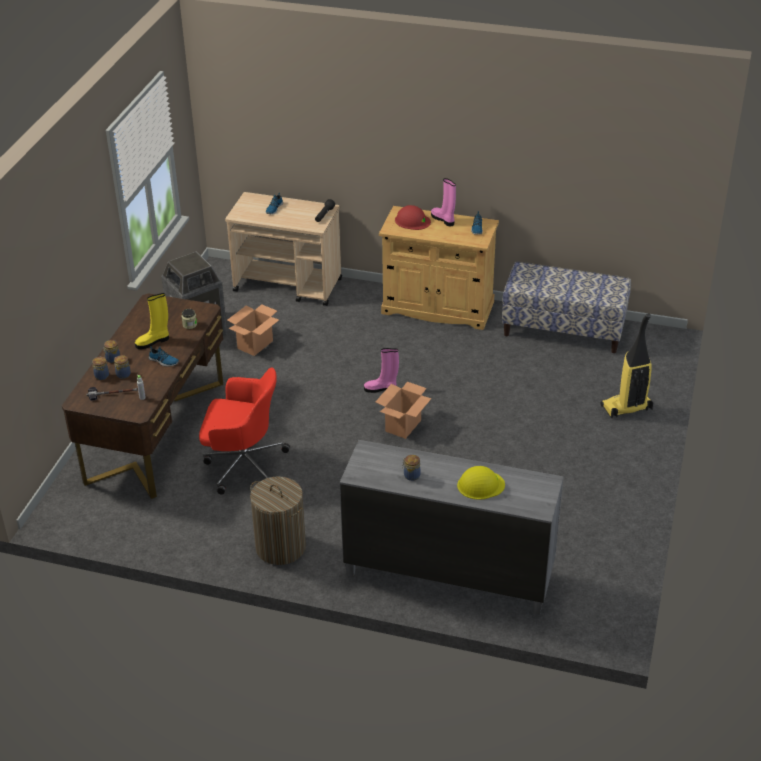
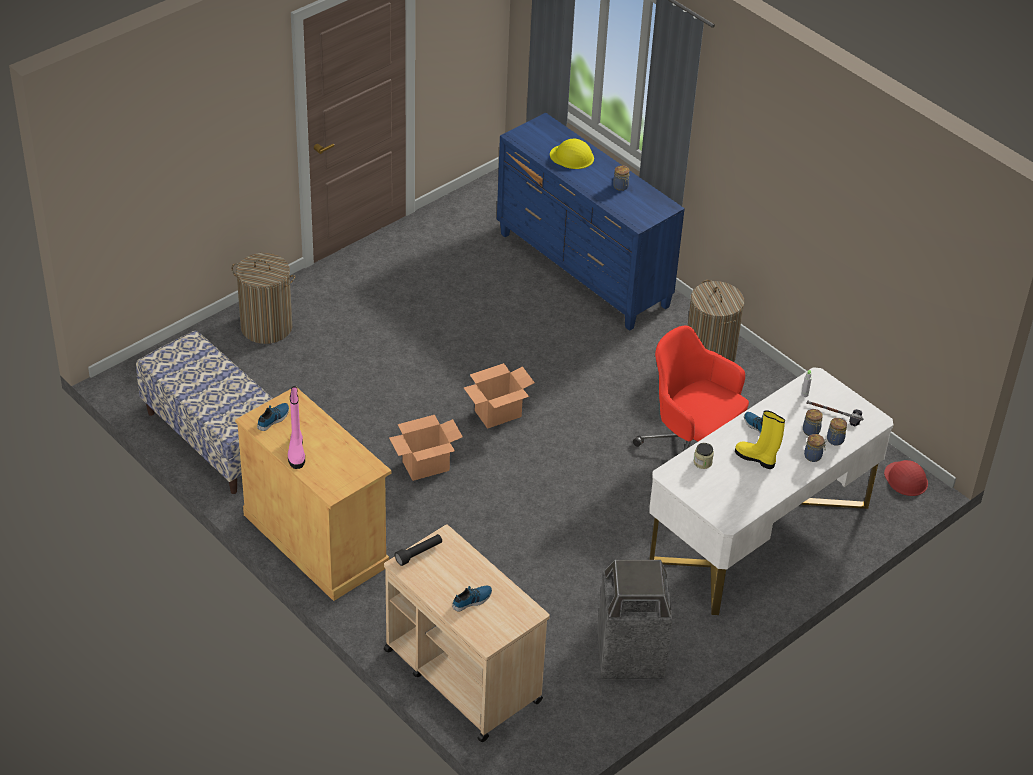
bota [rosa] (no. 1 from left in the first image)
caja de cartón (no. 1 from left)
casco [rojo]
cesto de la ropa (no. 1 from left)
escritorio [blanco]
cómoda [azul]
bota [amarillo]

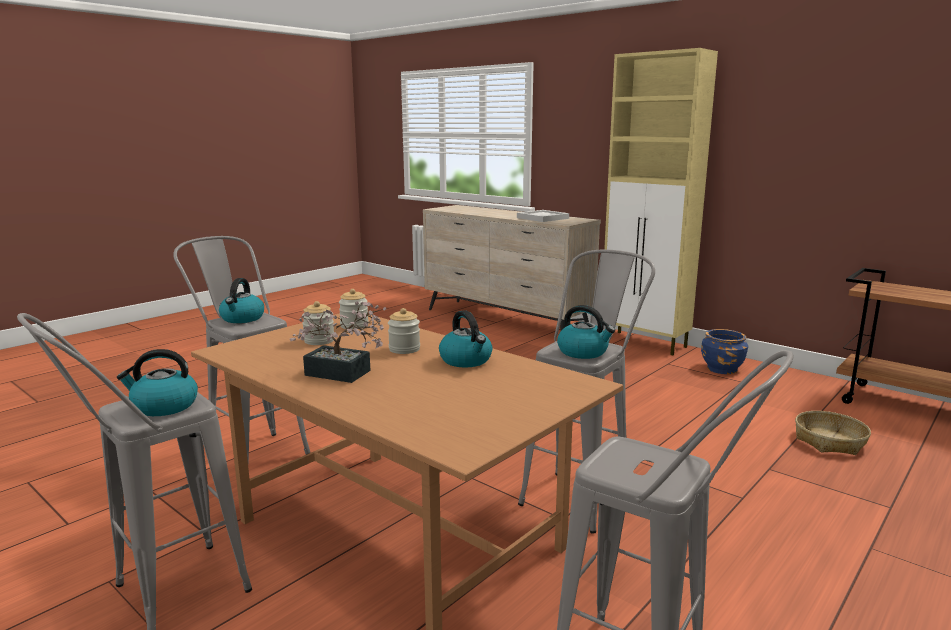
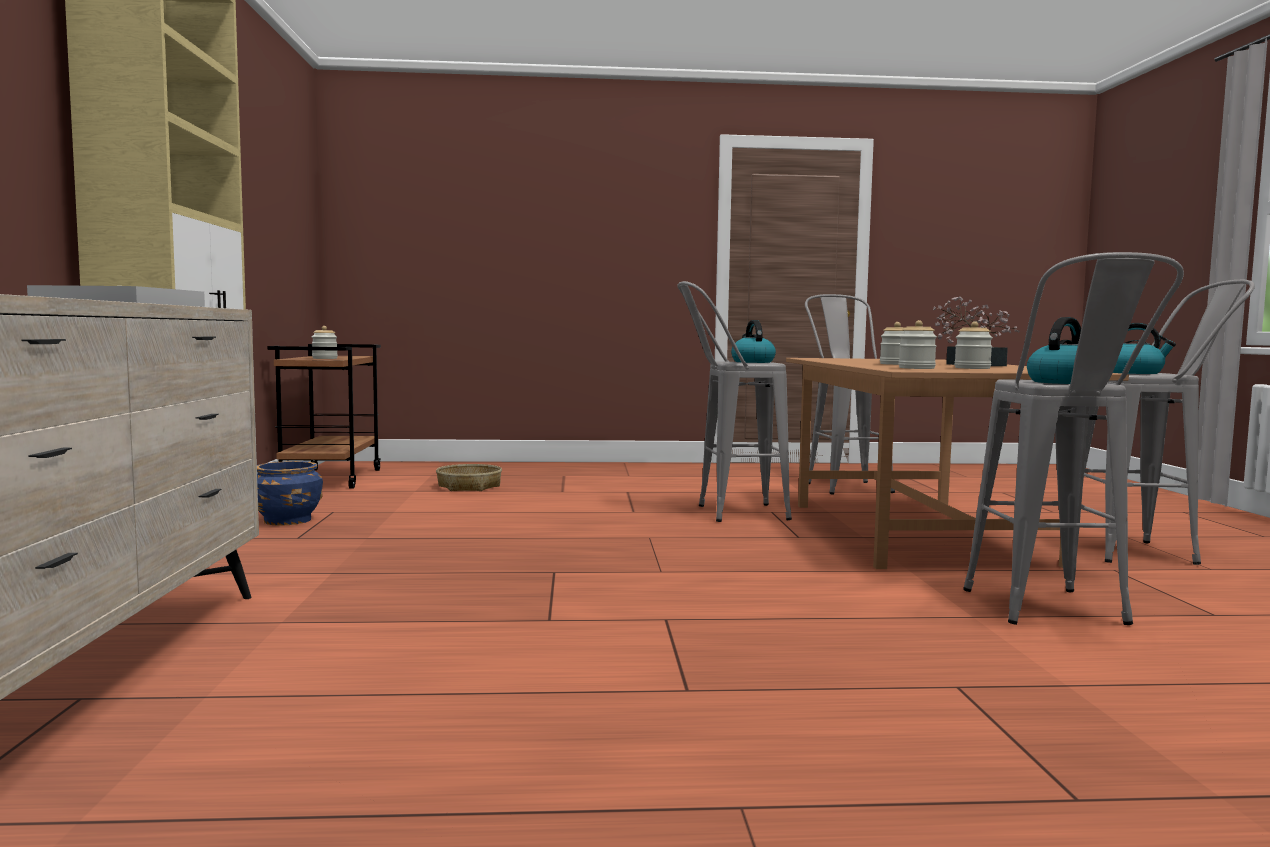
hervidor (no. 3 from left in the first image)
tarro (no. 1 from left)

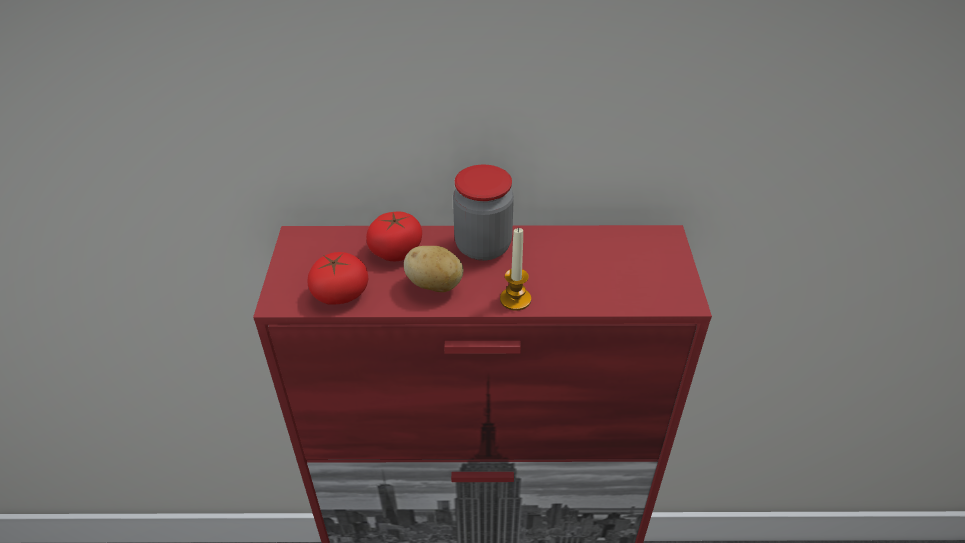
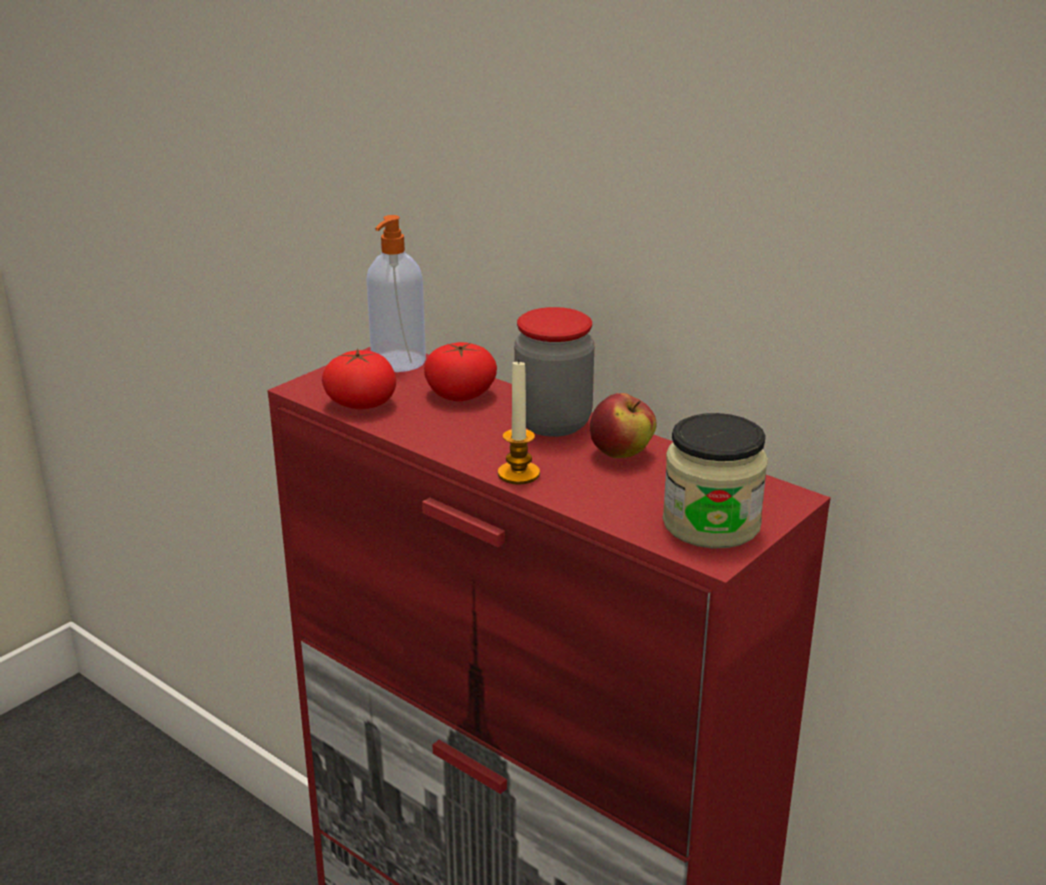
patata
dispensador de jabón
manzana
tarro (no. 2 from left)

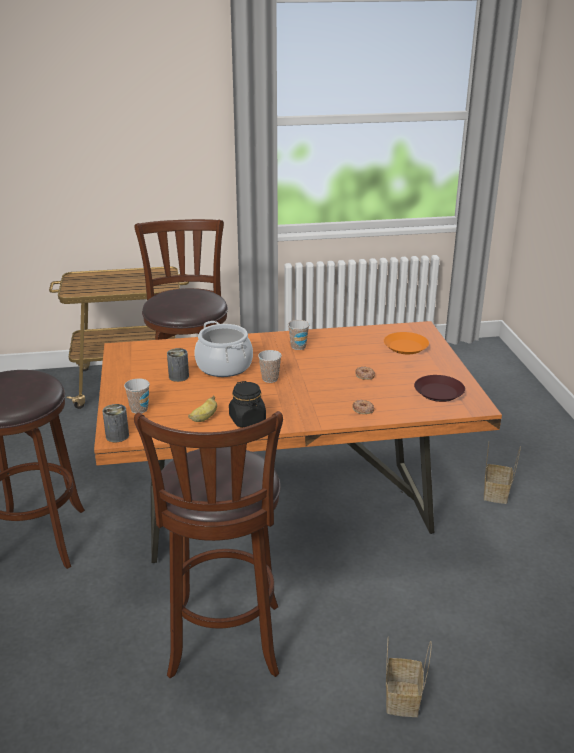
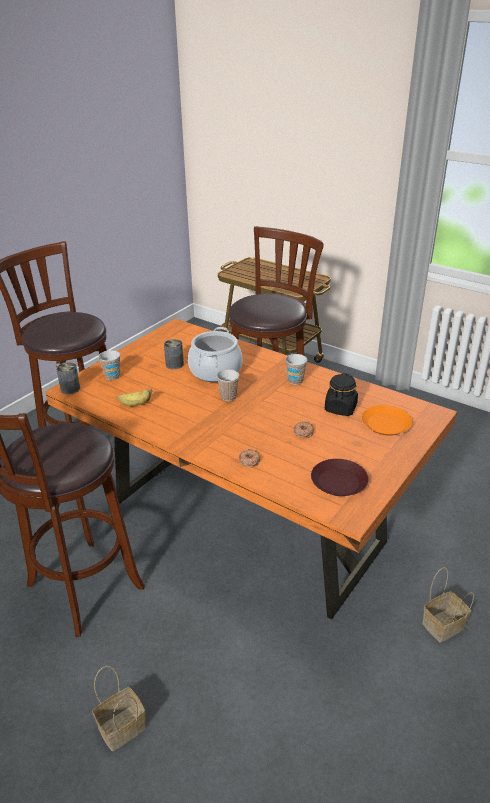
tarro [negro]

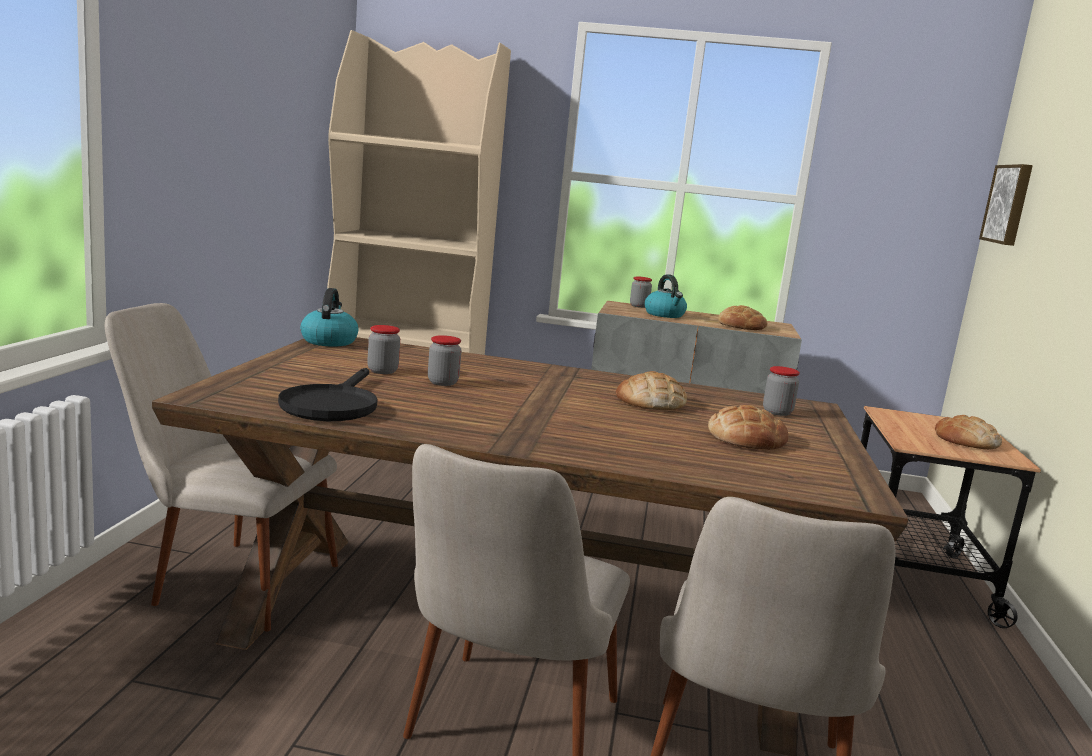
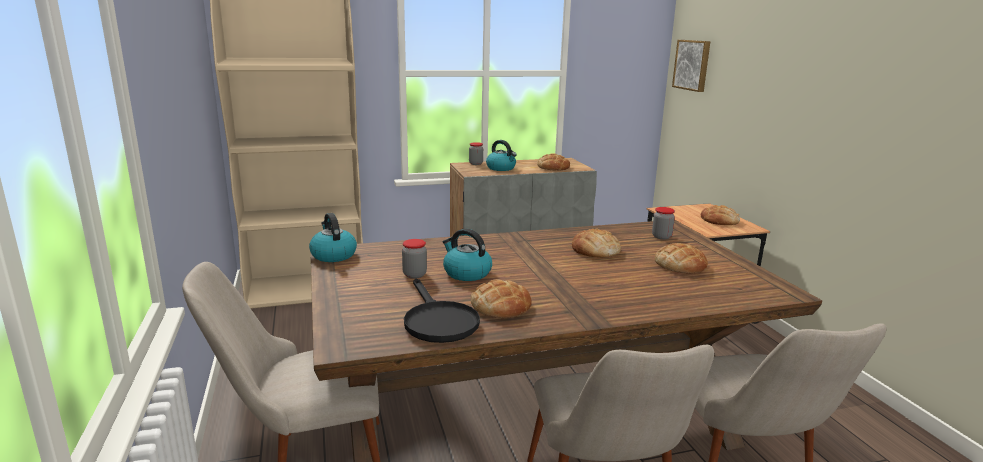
pan (no. 1 from left)
hervidor (no. 2 from left)

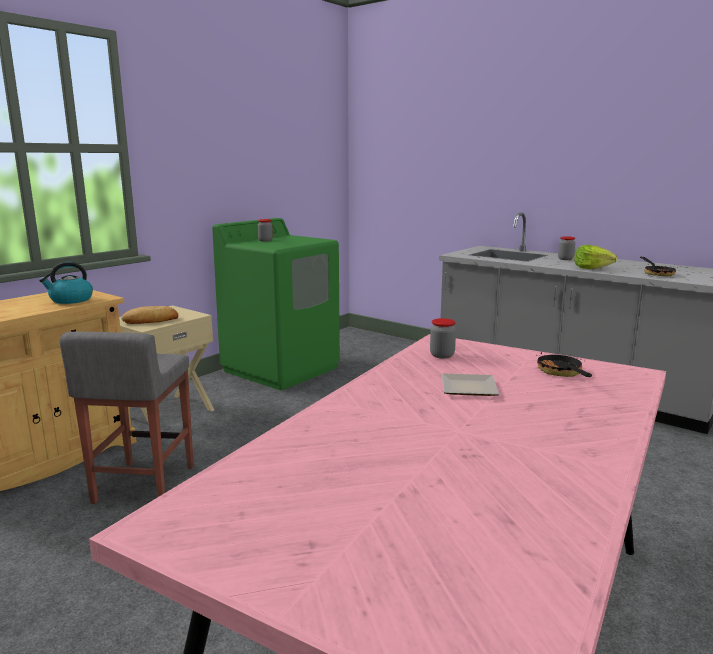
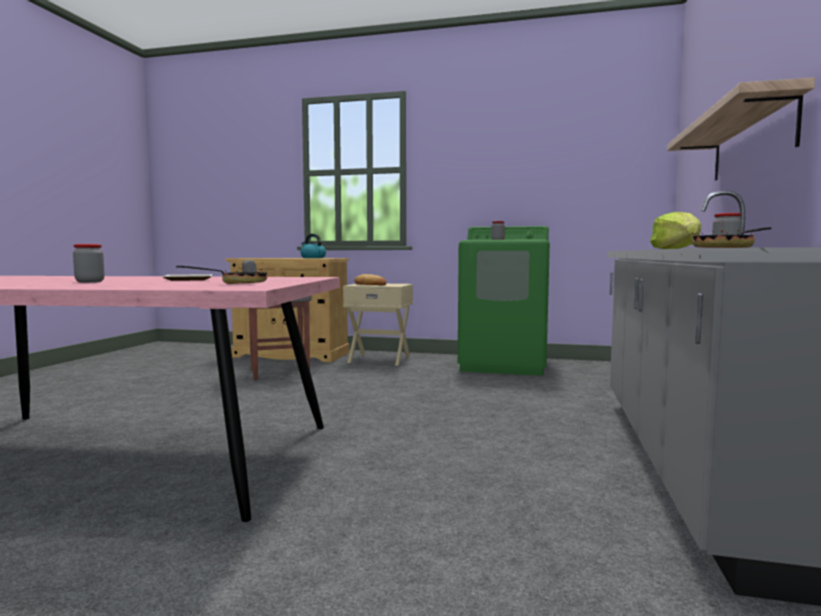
estante
tarro (no. 1 from left)

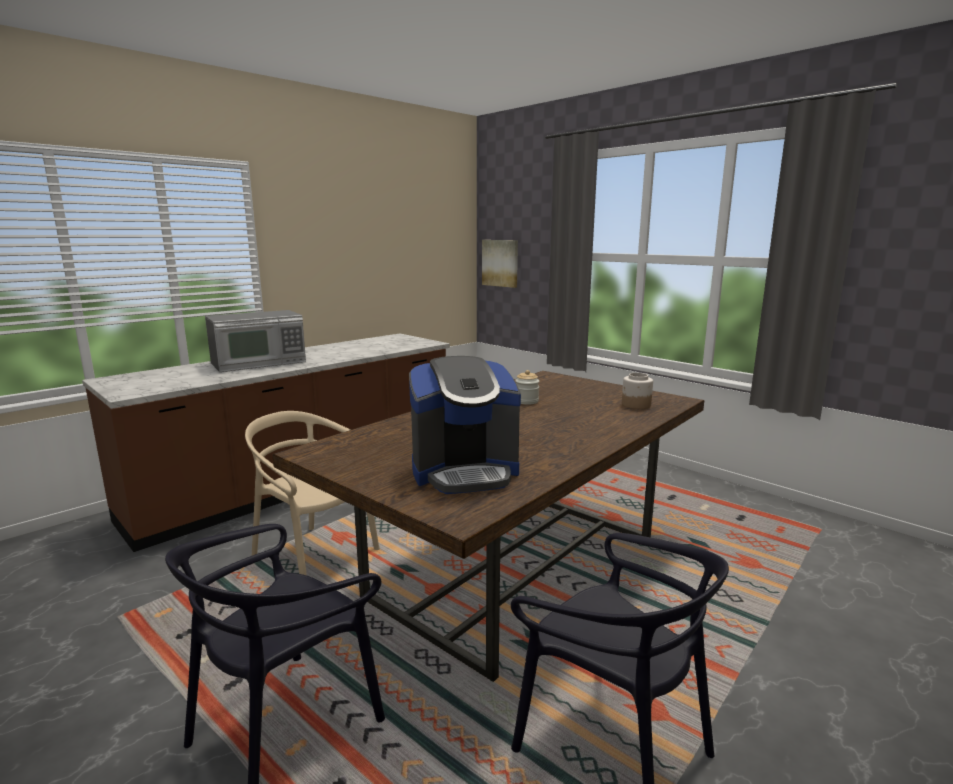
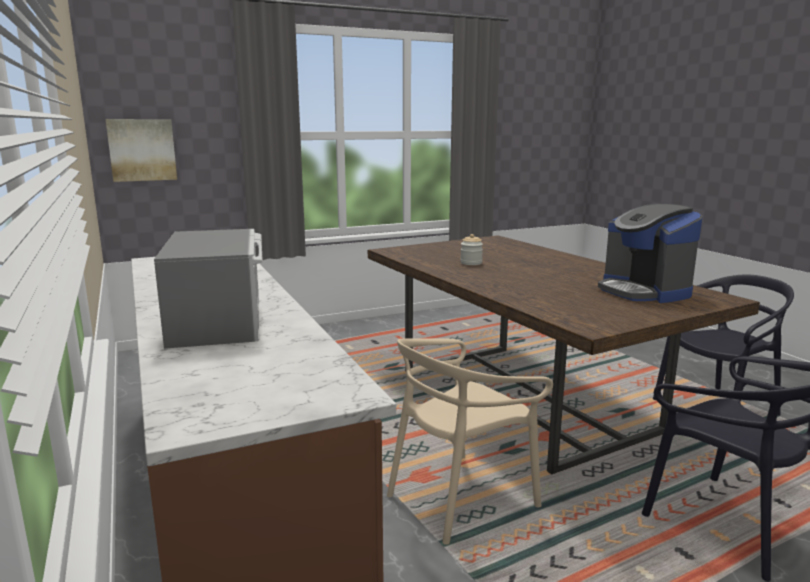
tarro (no. 2 from left in the first image)
cafetera

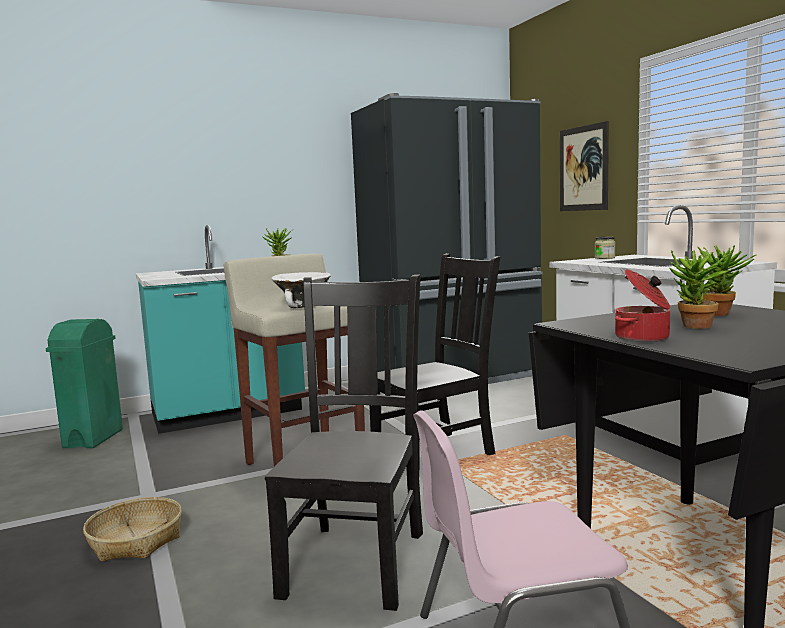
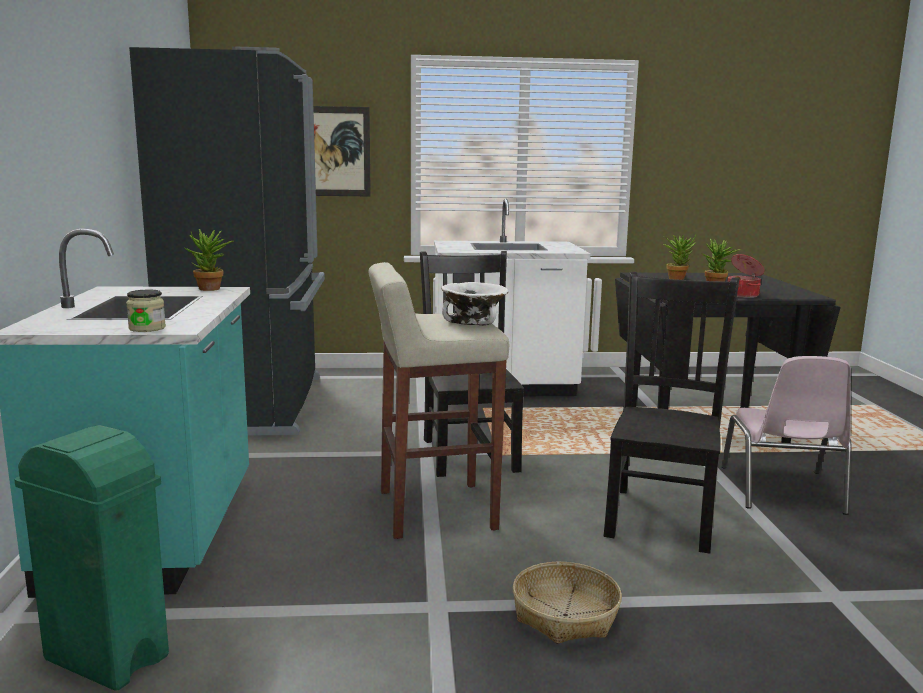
tarro
silla [negro] (no. 2 from left)

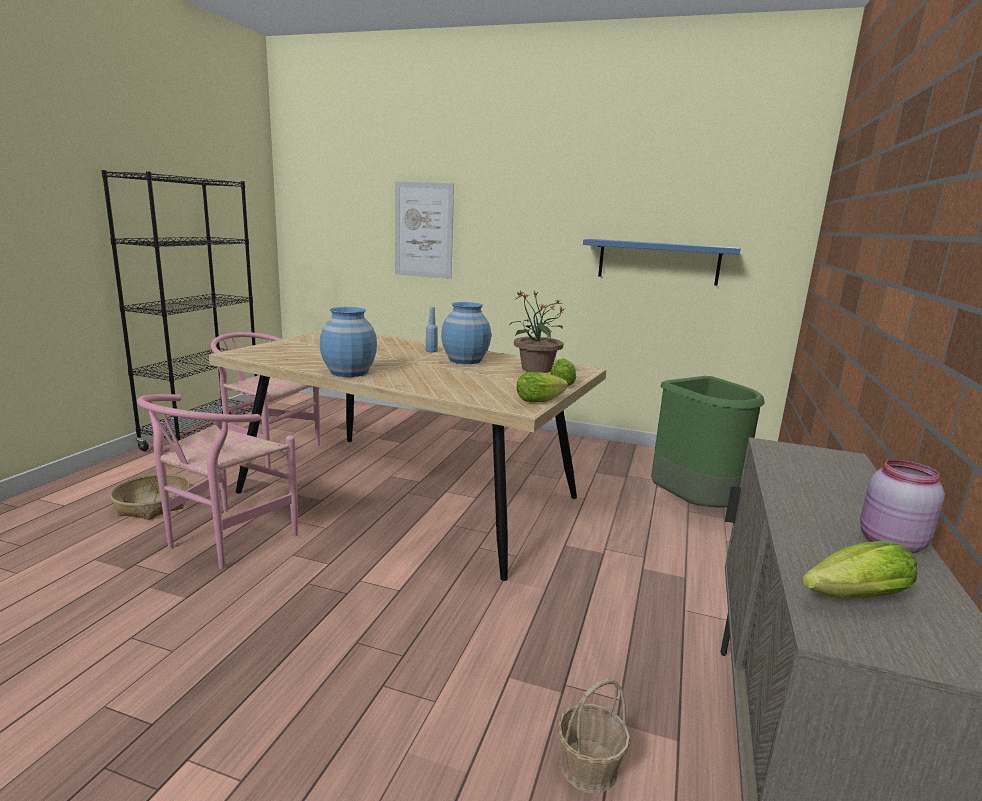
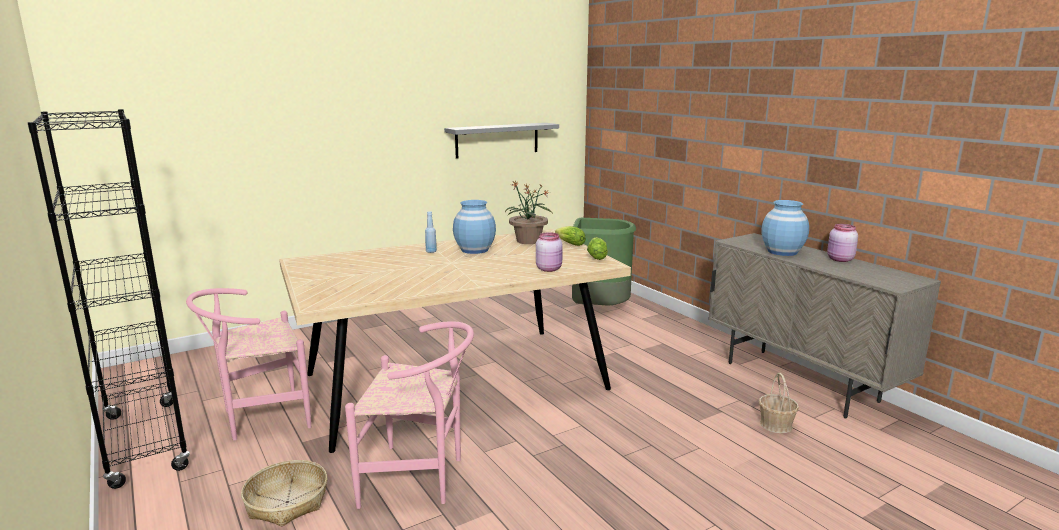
cuadro
lechuga (no. 3 from left in the first image)
tarro [rosa] (no. 1 from left)
florero [azul] (no. 2 from left)
estante [gris]
silla [rosa] (no. 2 from left)

